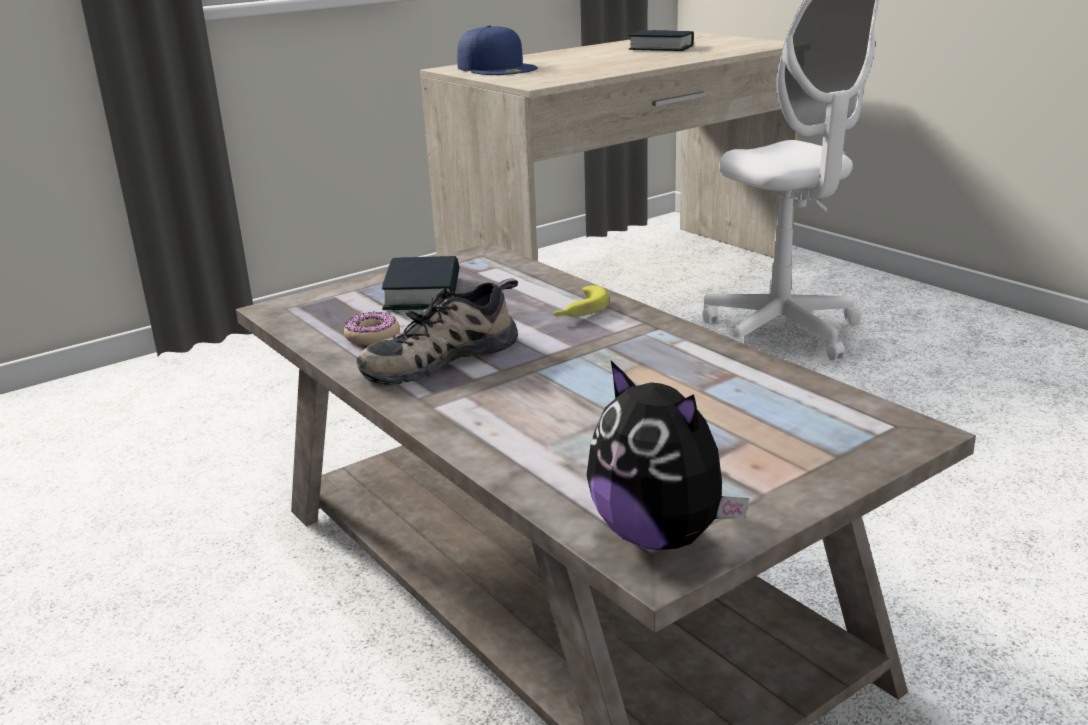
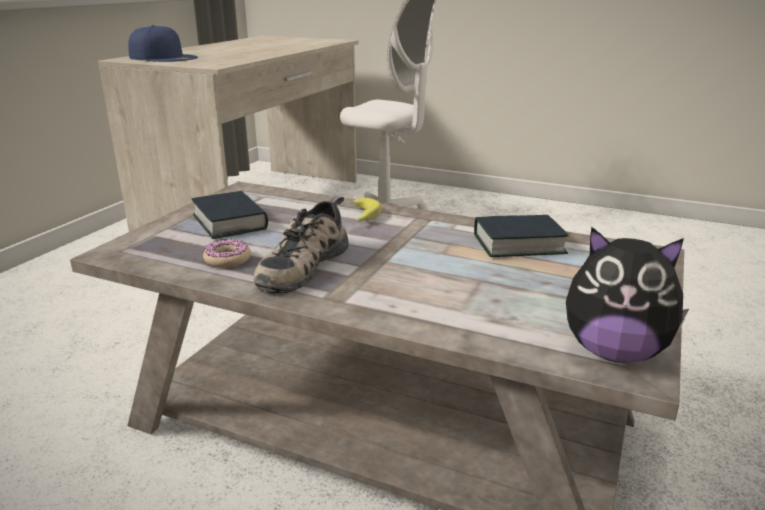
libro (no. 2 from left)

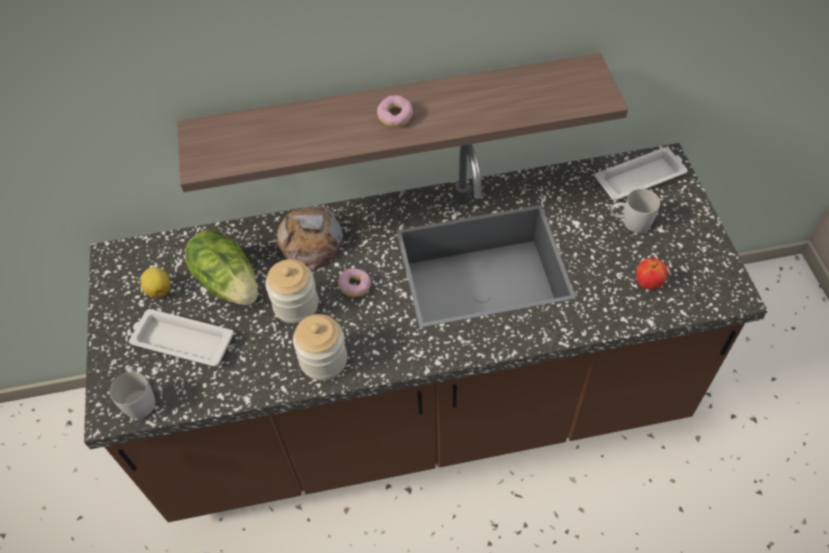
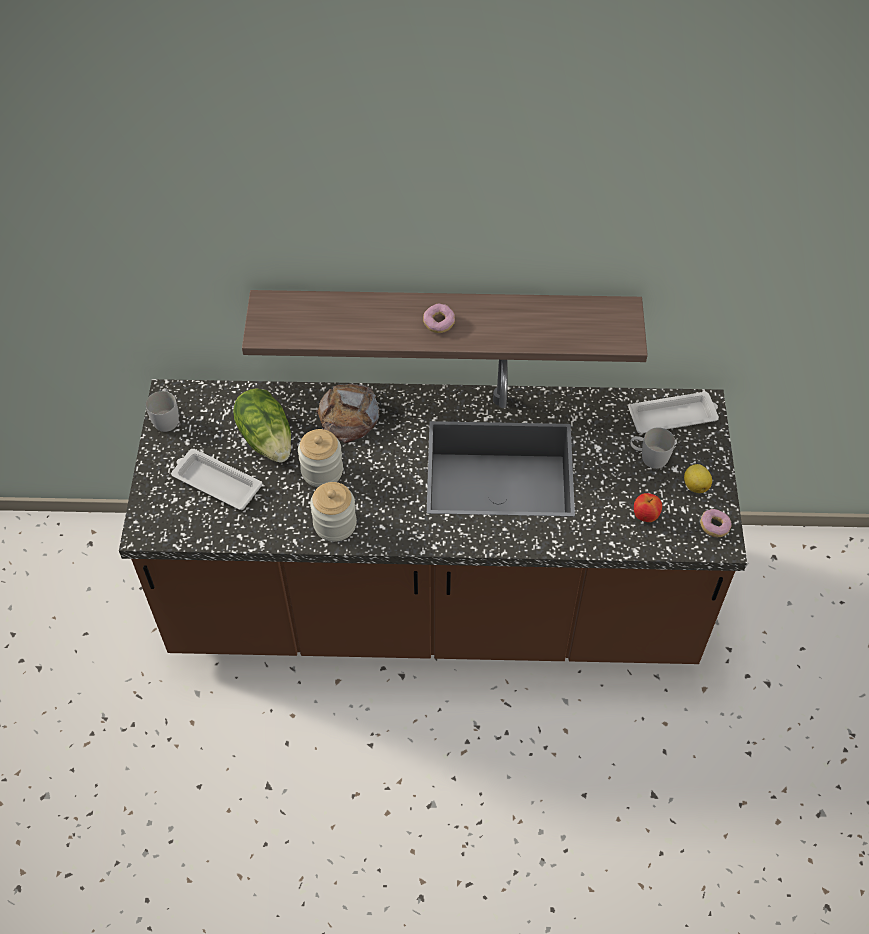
taza grande [blanco] (no. 1 from left)
limón
rosquilla (no. 2 from left)

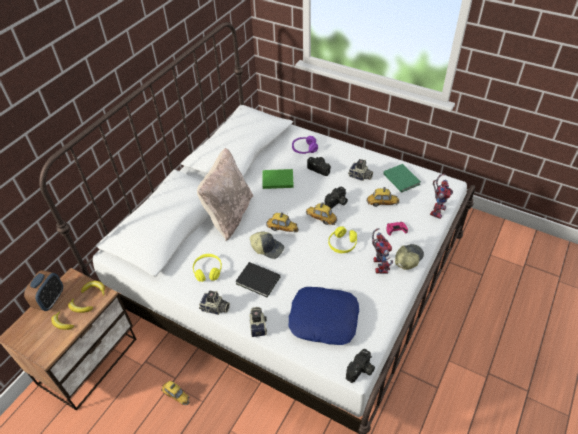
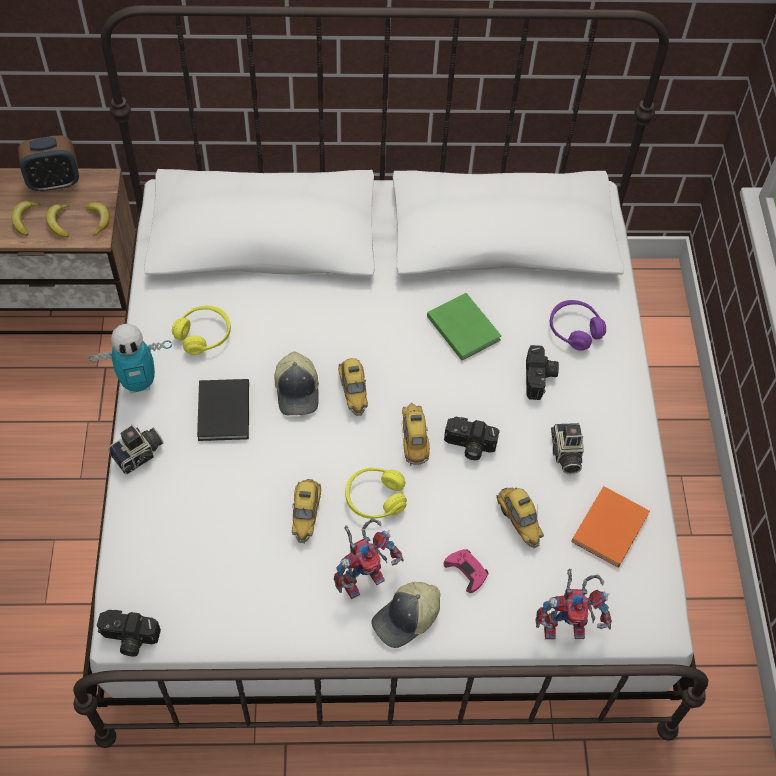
cojín [beis]
cojín [azul]
coche de juguete (no. 1 from left)
robot de juguete (no. 1 from left)
libro [naranja]
gorra (no. 2 from left)

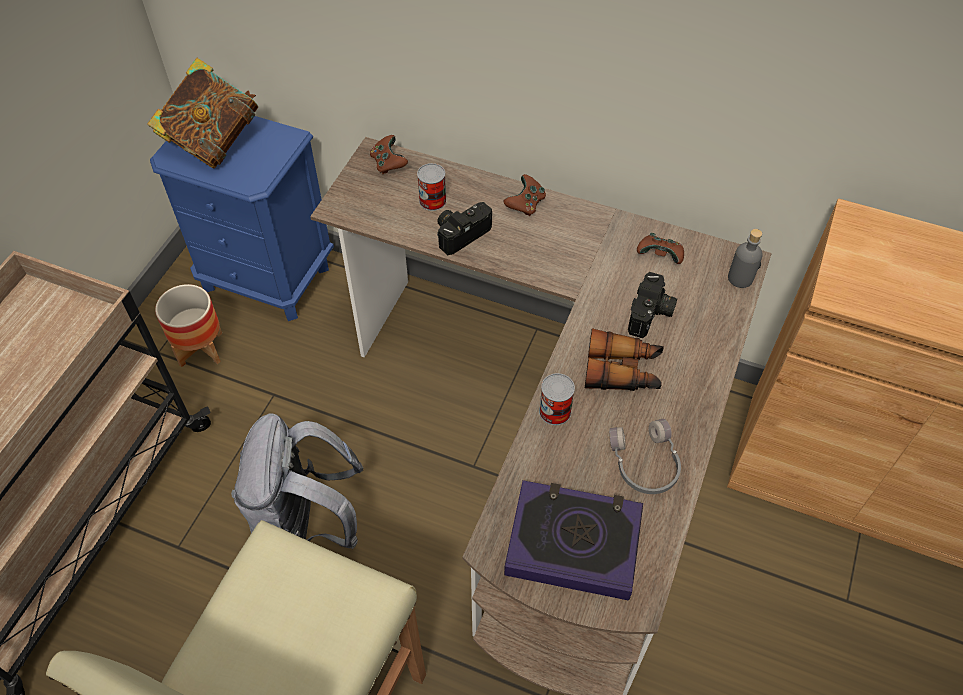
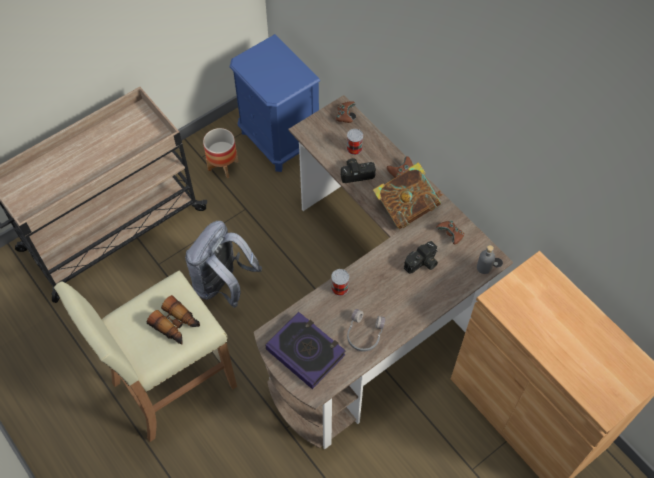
libro (no. 2 from left)
prismáticos

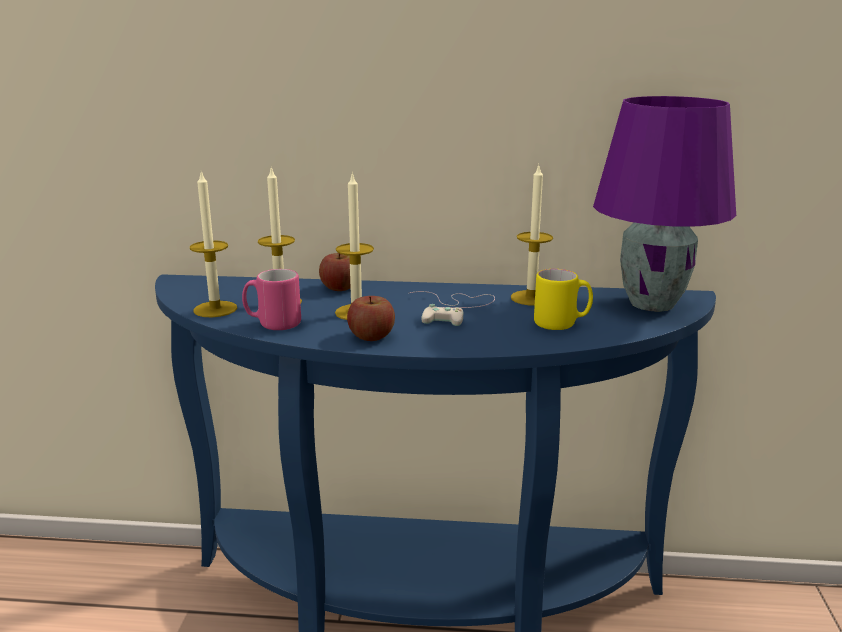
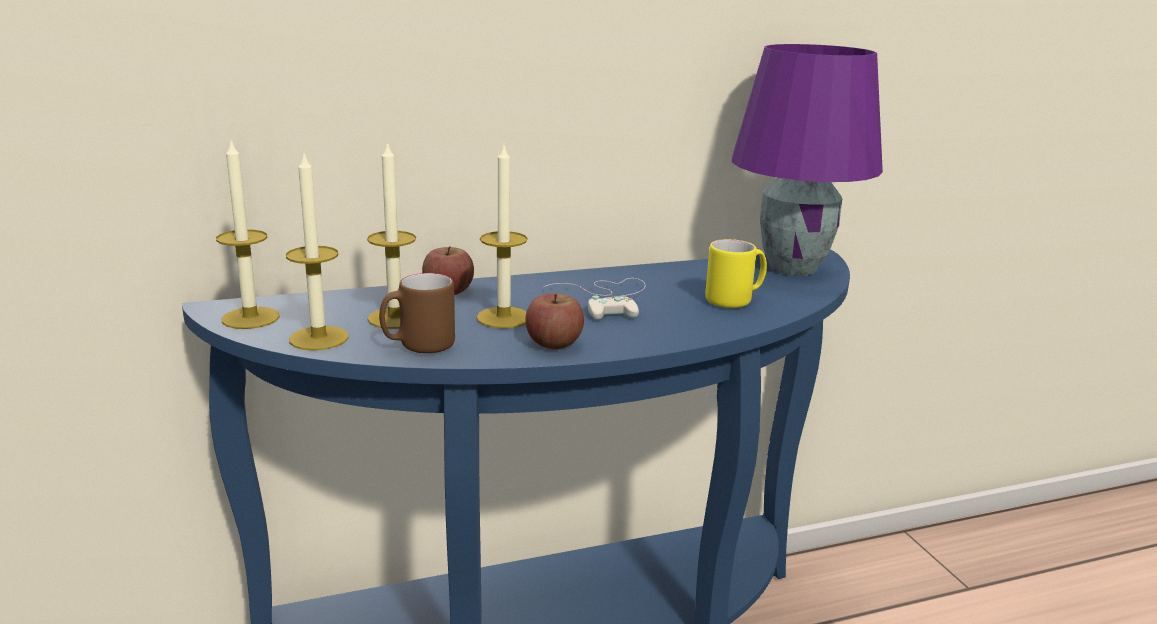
vela (no. 1 from left)
taza grande [marrón]

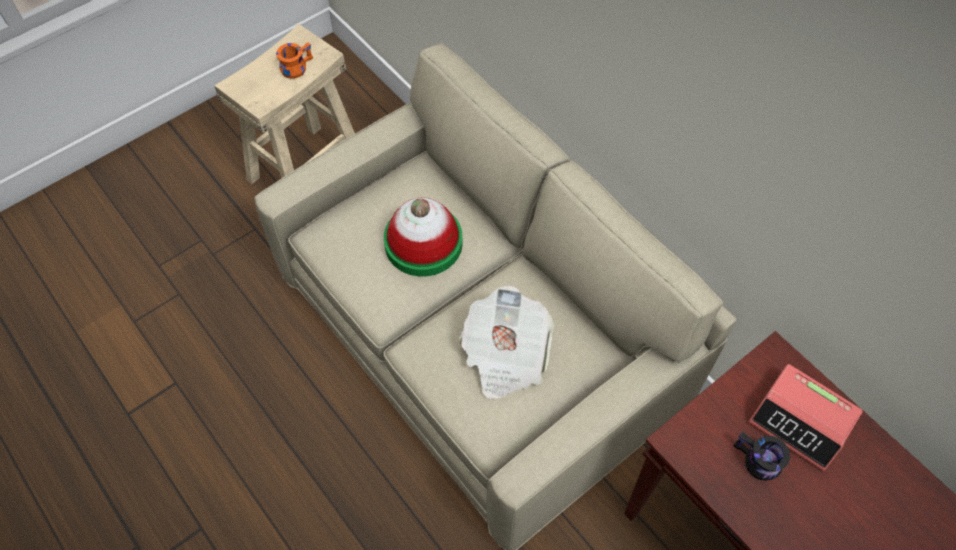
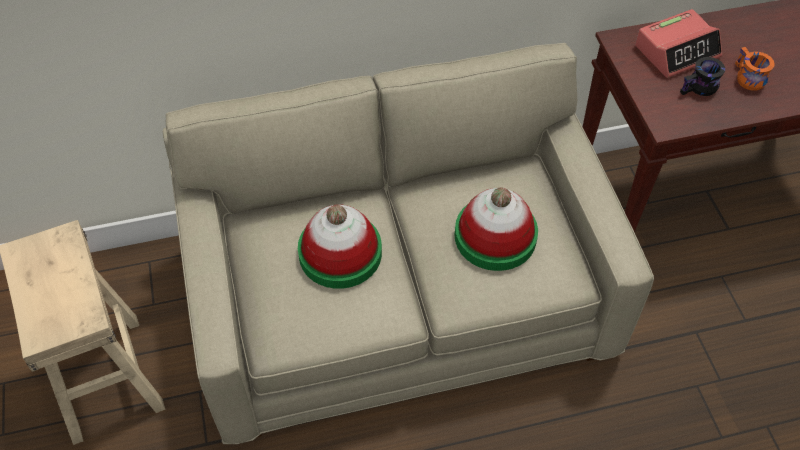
taza grande [naranja]
sombrero (no. 2 from left)

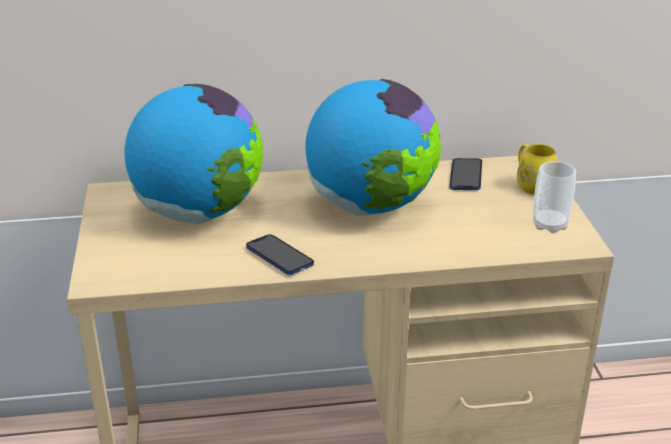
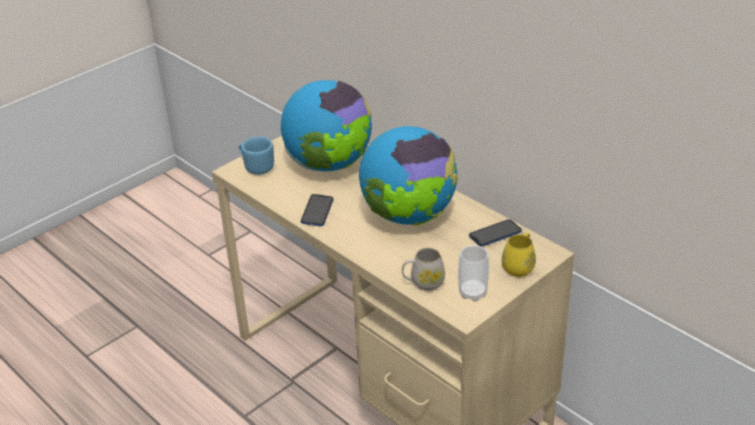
taza grande [azul]
taza grande [blanco]

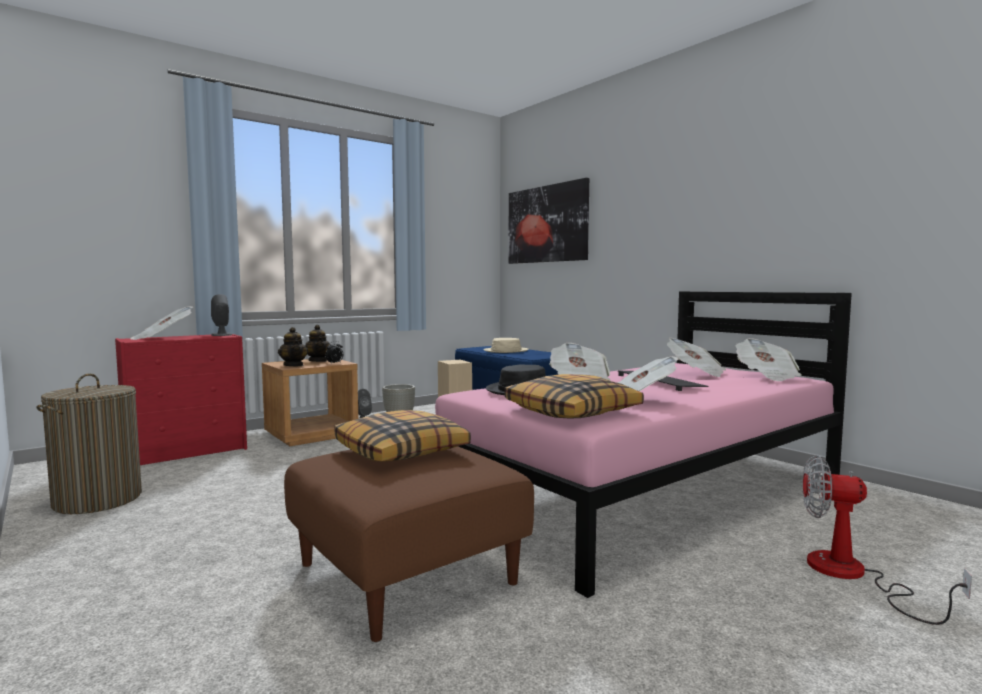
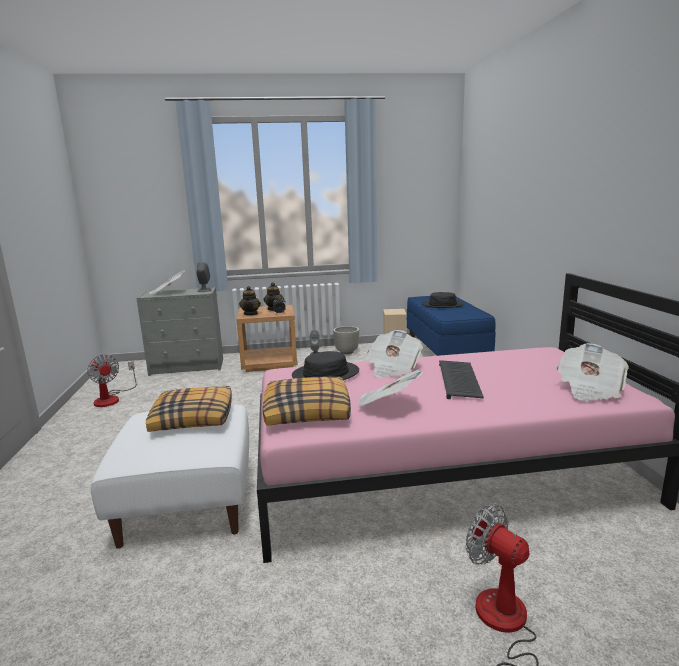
cuadro
periódico (no. 4 from left in the first image)
ventilador (no. 1 from left)
cómoda [gris]
puf [blanco]
sombrero [negro] (no. 2 from left)

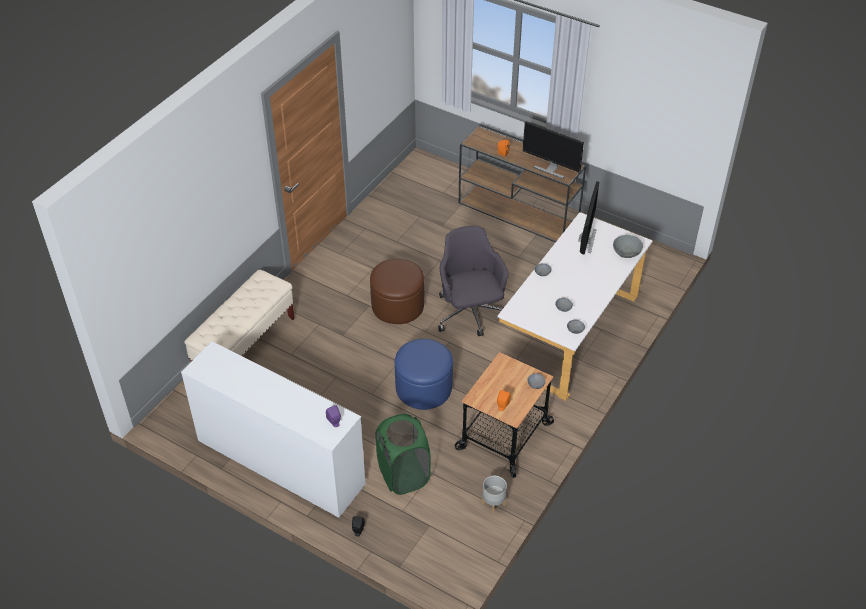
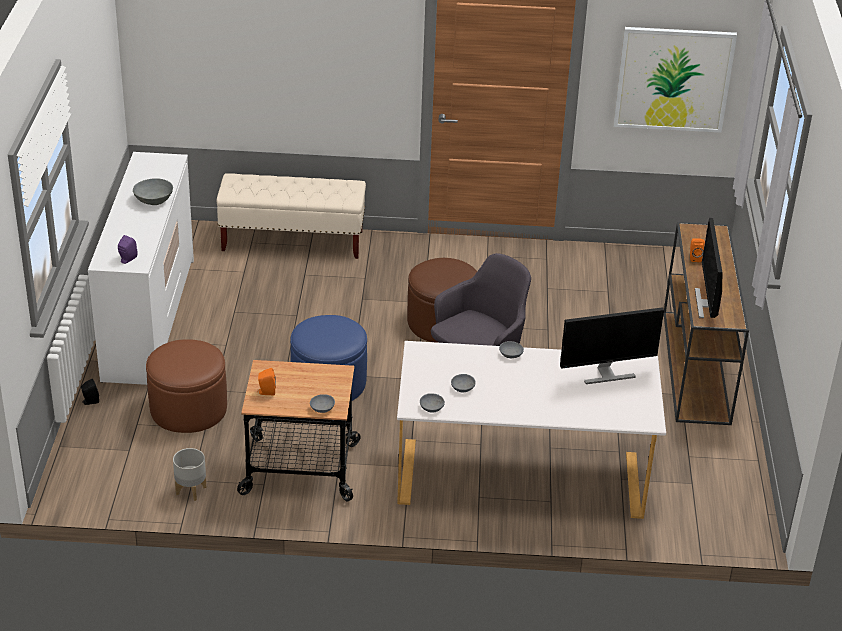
cuadro
cuenco [gris] (no. 1 from left)
puf [marrón] (no. 1 from left)

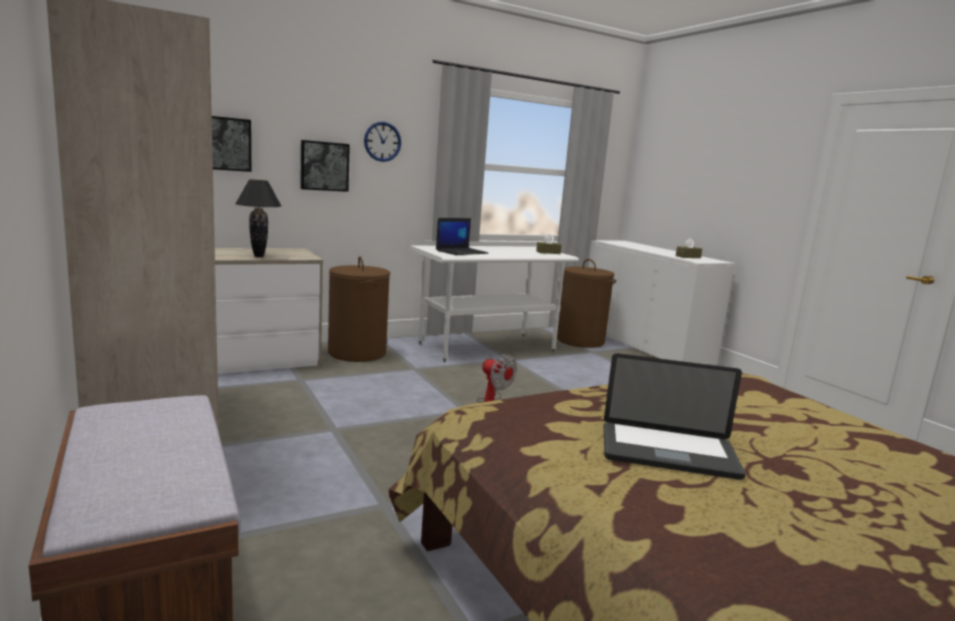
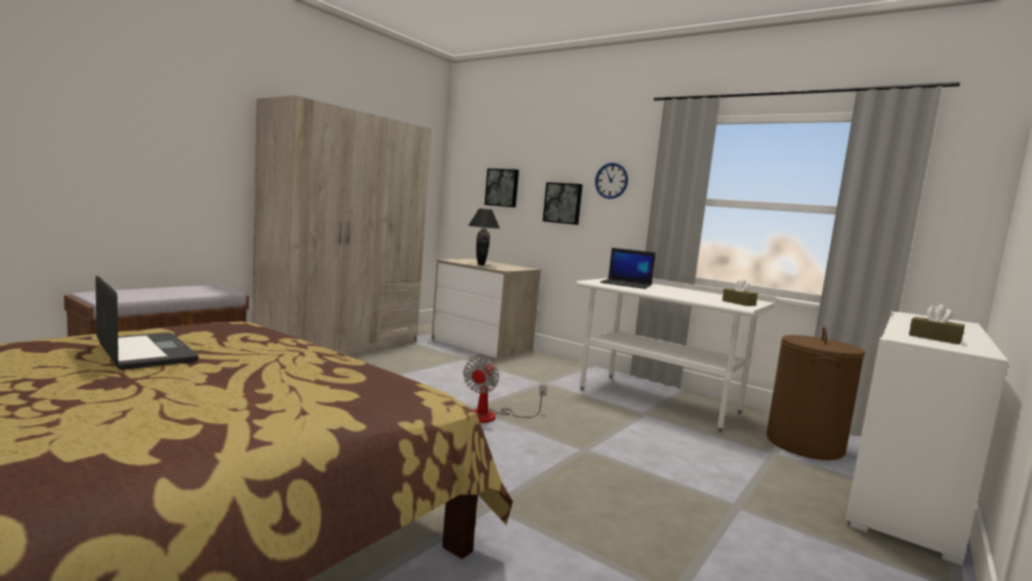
cesto de la ropa [marrón] (no. 1 from left in the first image)
portátil (no. 1 from left)

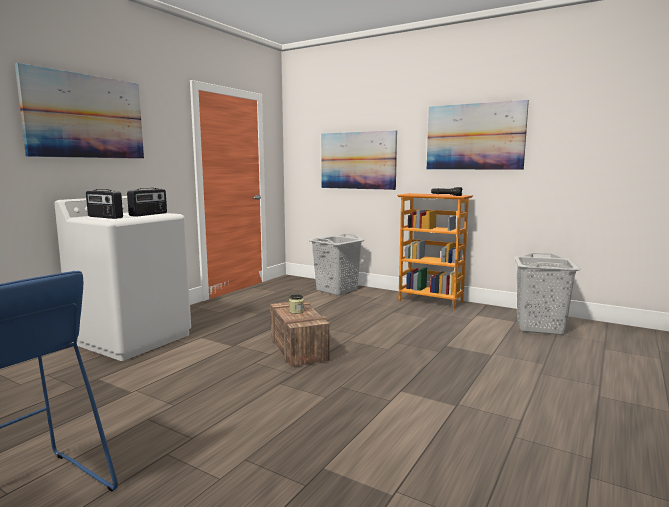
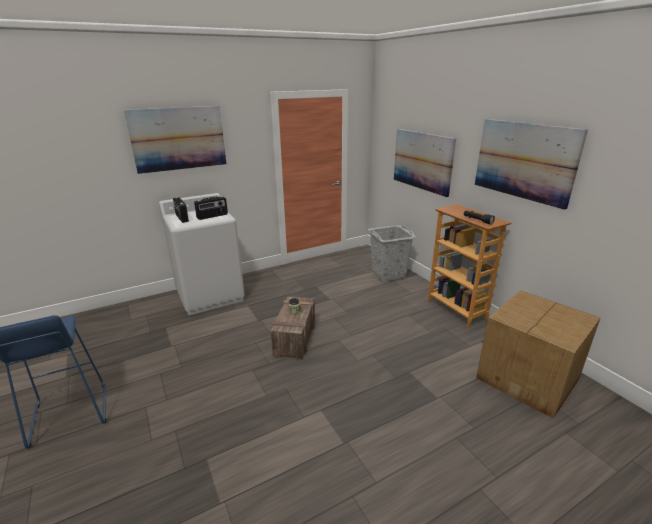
caja de cartón

